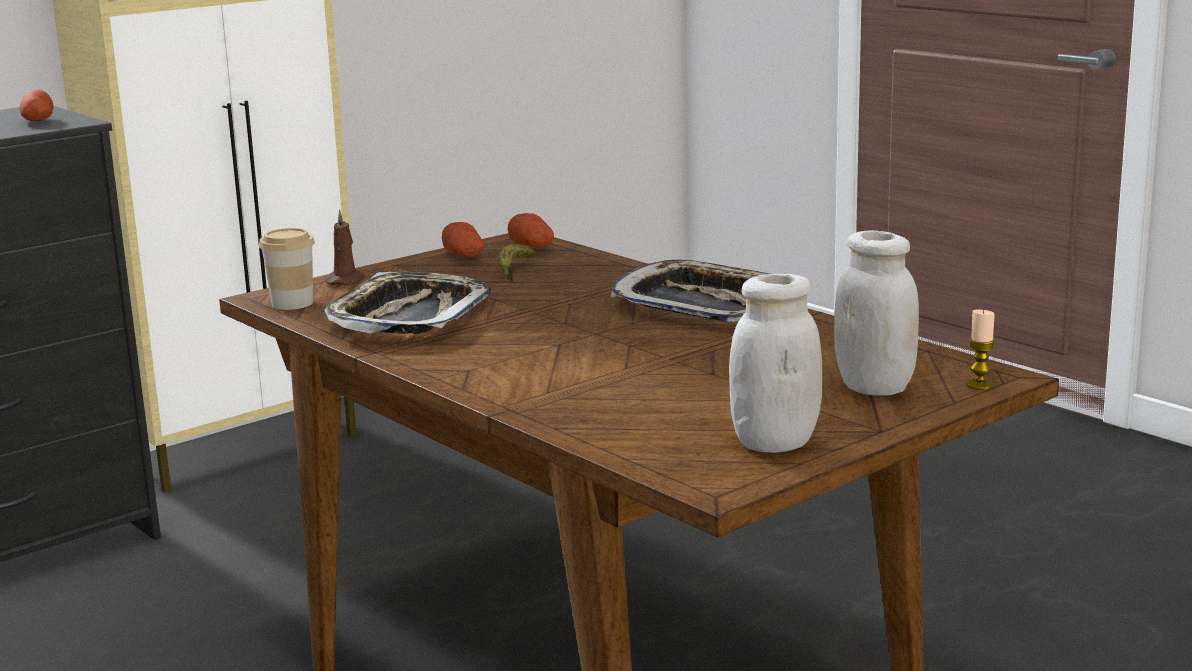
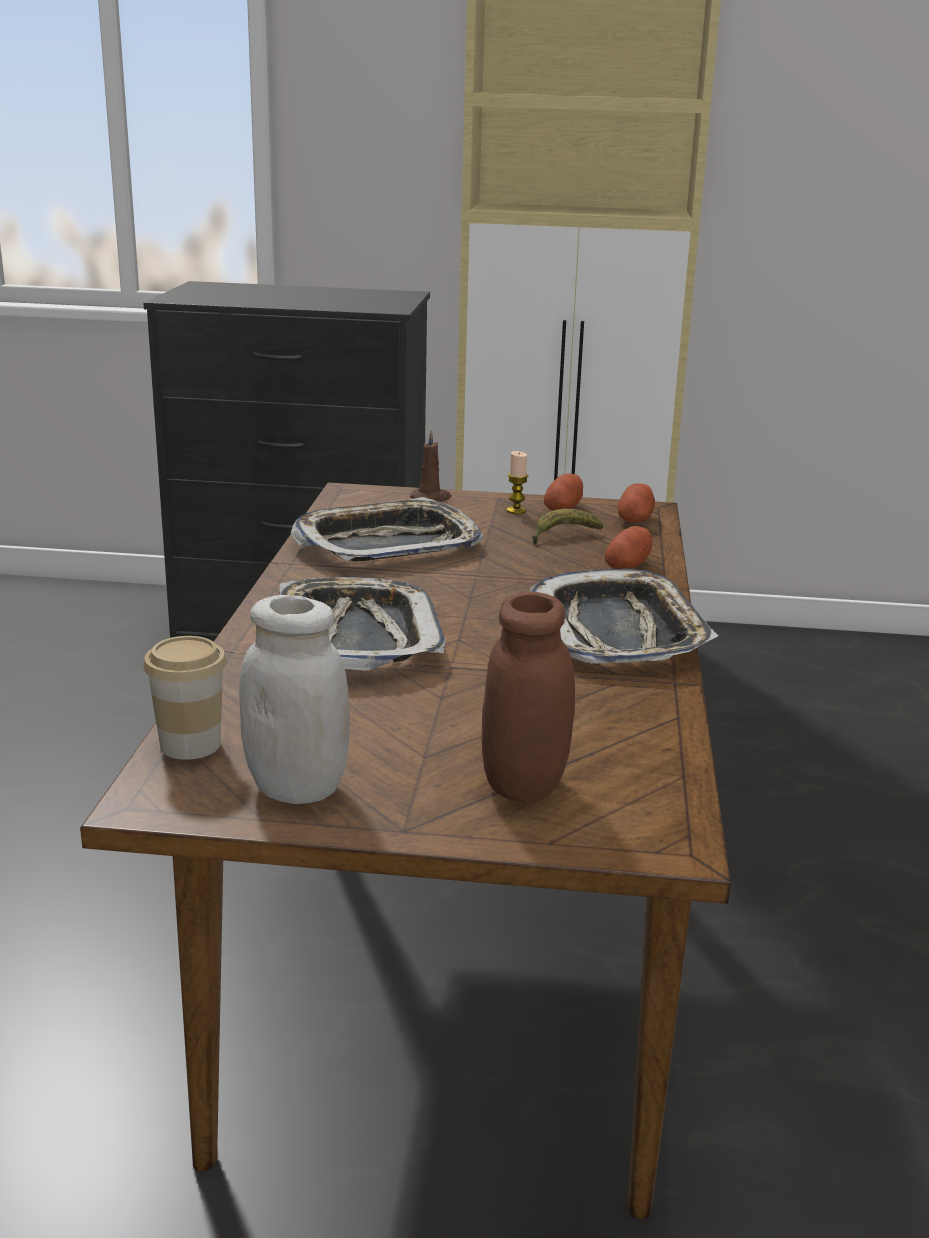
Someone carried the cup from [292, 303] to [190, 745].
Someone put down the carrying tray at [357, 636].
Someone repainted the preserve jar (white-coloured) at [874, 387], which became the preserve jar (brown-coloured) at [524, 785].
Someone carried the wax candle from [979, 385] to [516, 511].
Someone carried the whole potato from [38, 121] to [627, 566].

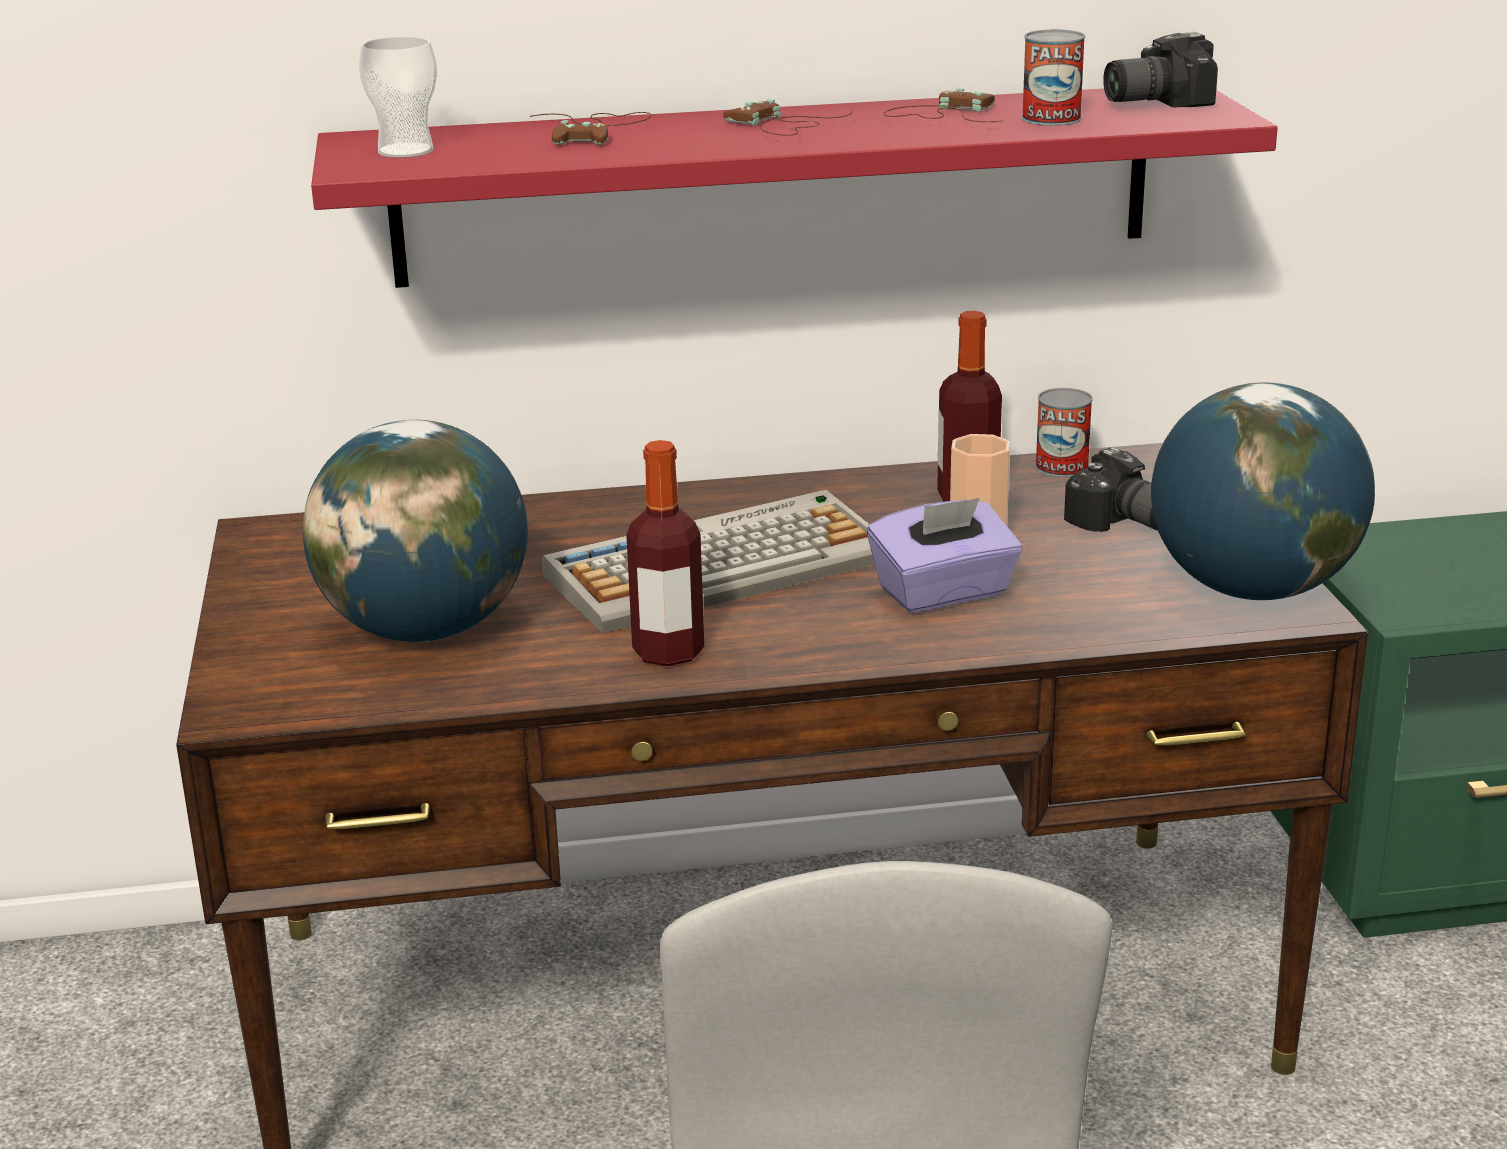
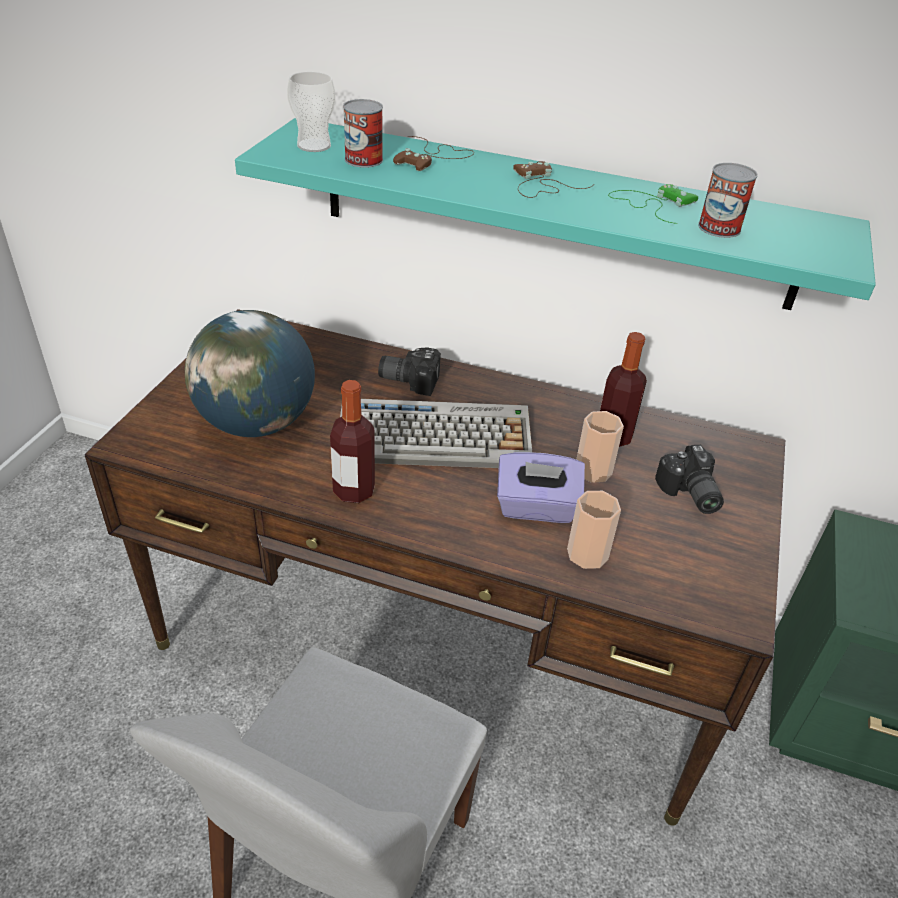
Someone repainted the shelf (red-coloured) at [775, 184], which became the shelf (blue-green) at [554, 213].
Someone carried the sealed can from [1061, 466] to [363, 160].
Someone carried the photo camera from [1151, 101] to [410, 379].
Someone put down the cup at [587, 554].
Someone repainted the gamepad (brown-coloured) at [943, 116], which became the gamepad (green) at [652, 204].
Someone took away the world globe at [1252, 590].

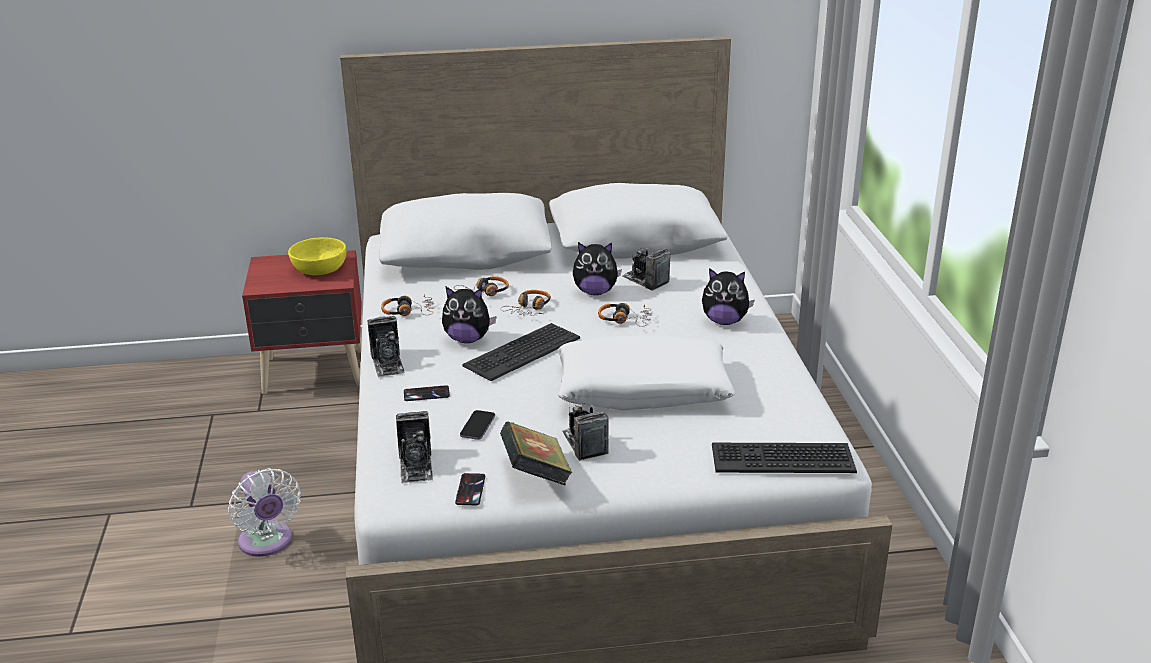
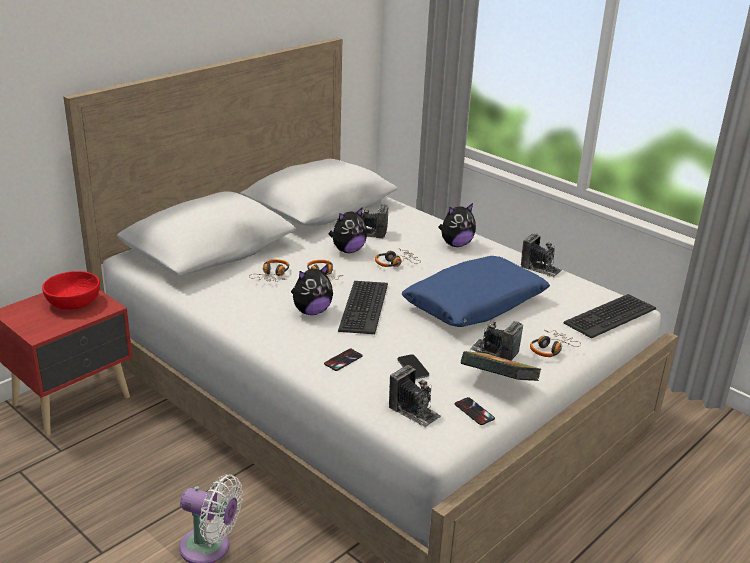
Someone repainted the serving bowl (yellow-coloured) at [319, 269], which became the serving bowl (red-coloured) at [73, 302].
Someone repainted the throw pillow (white-coloured) at [643, 389], which became the throw pillow (blue) at [475, 304].
Someone carried the photo camera from [387, 363] to [540, 268].
Someone carried the headphones from [408, 311] to [551, 349].

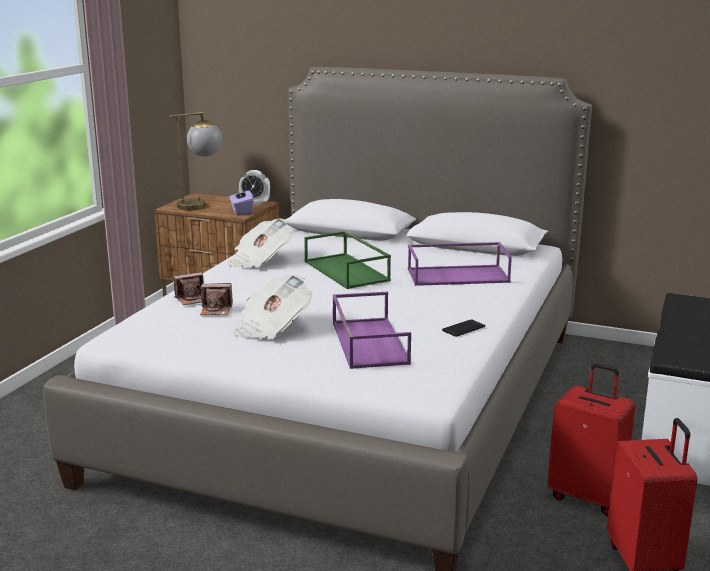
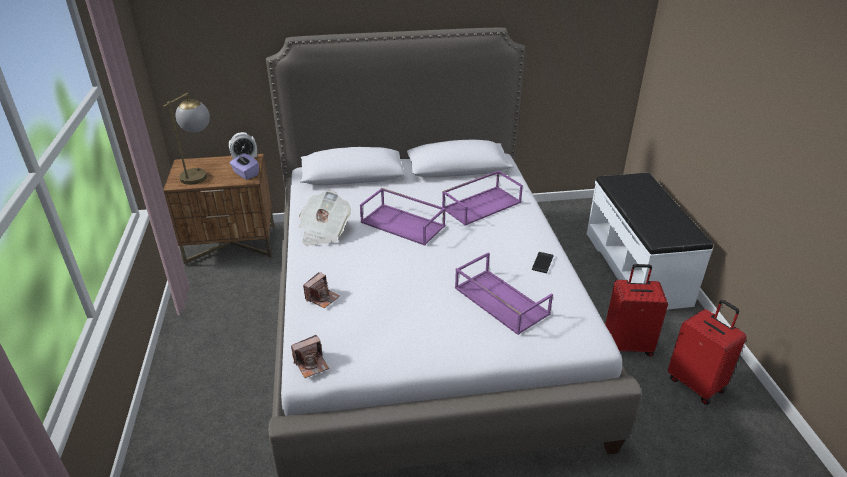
Someone carried the photo camera from [216, 310] to [311, 364].
Someone repainted the carrying tray (green) at [347, 271], which became the carrying tray (purple-coloured) at [404, 224].
Someone took away the printed paper at [271, 328].

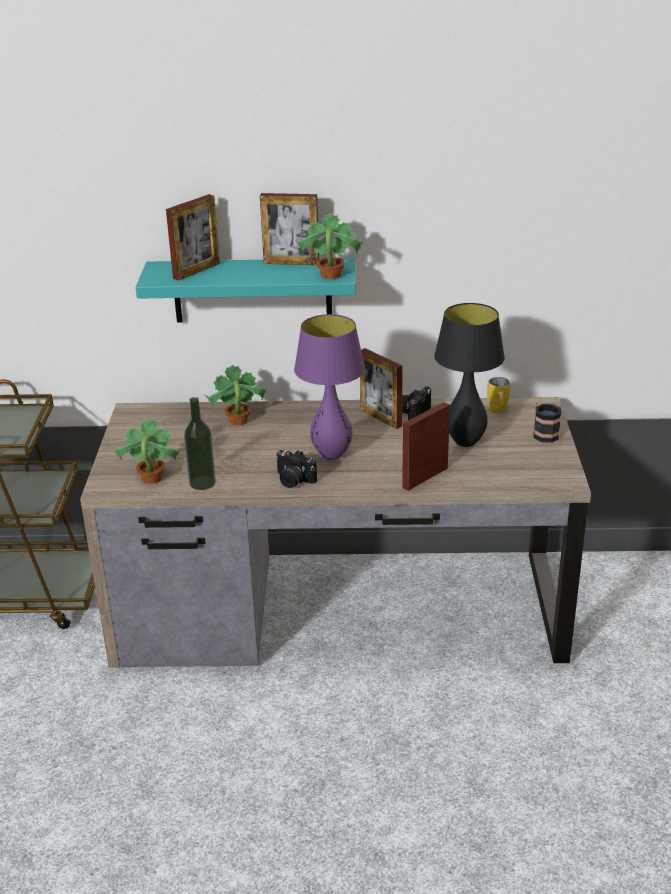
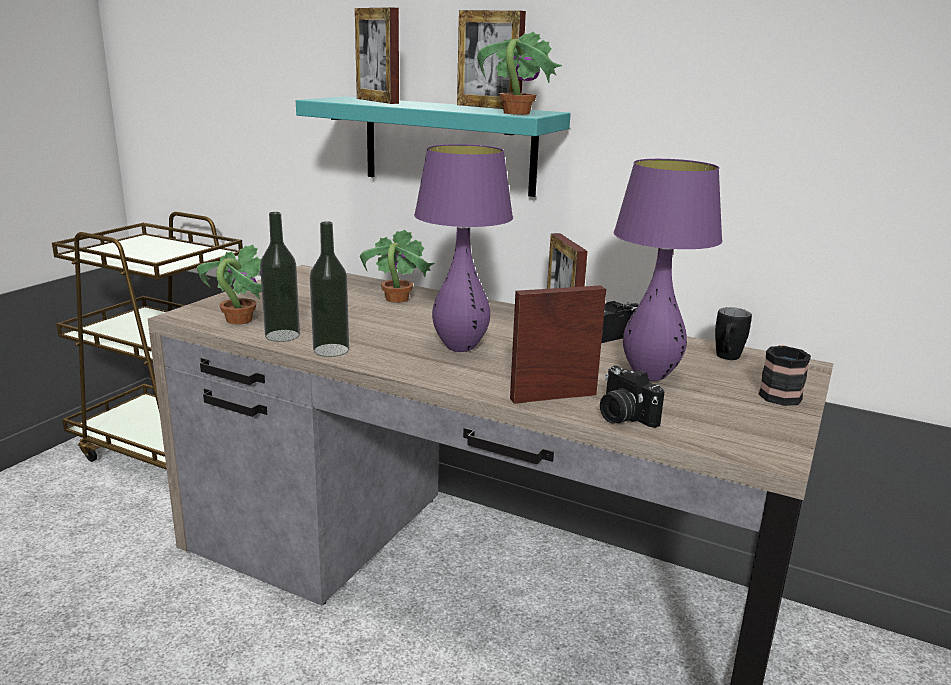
Someone put down the bottle at [331, 350].
Someone rotated the standing frame at [196, 271] by 75 degrees clockwise.
Someone carried the photo camera from [293, 480] to [623, 416].
Someone repainted the tabletop lamp (blackish) at [465, 442], which became the tabletop lamp (purple-coloured) at [650, 375].
Someone repainted the coffee mug (yellow-coloured) at [498, 412], which became the coffee mug (blackish) at [726, 358].

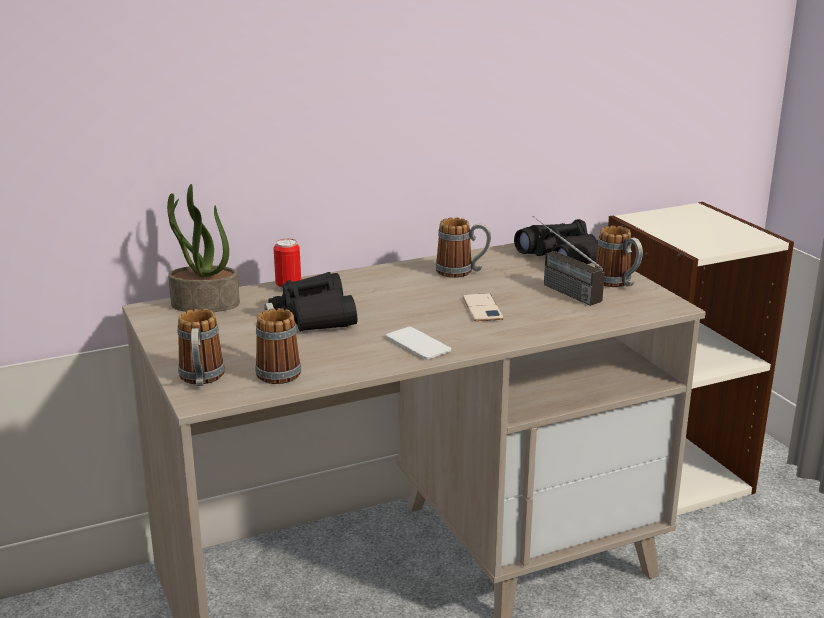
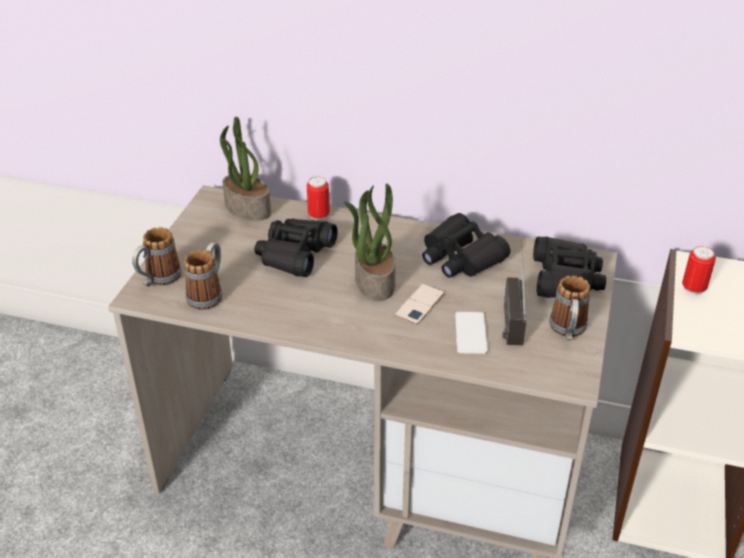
Someone put down the plant in a pot at [373, 281].
Someone swapped the coffee mug at [462, 272] for the binoculars (blackish) at [460, 257].
Someone carried the telephone from [418, 344] to [470, 333].
Someone put down the sealed can at [693, 288].

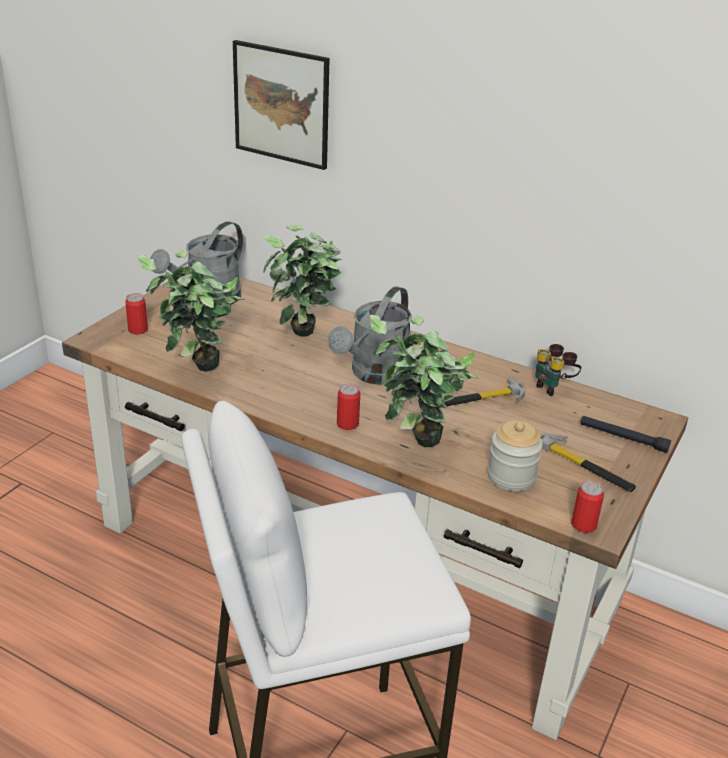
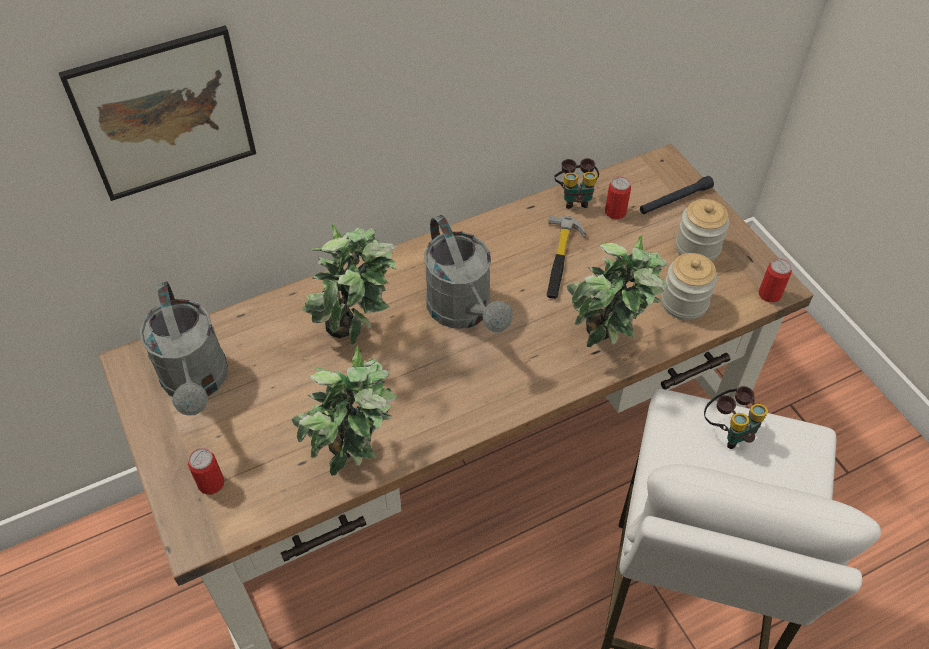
Someone carried the sealed can from [347, 424] to [615, 212].
Someone swapped the hand hammer at [583, 466] for the preserve jar at [697, 248].
Someone put down the binoculars at [729, 430].

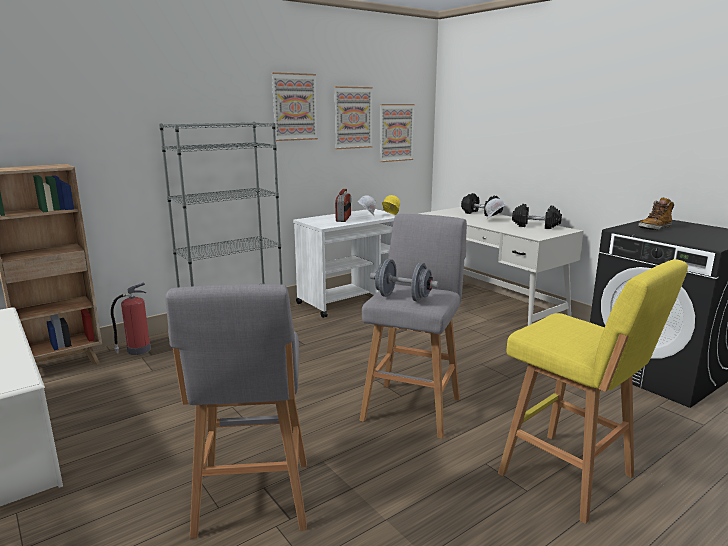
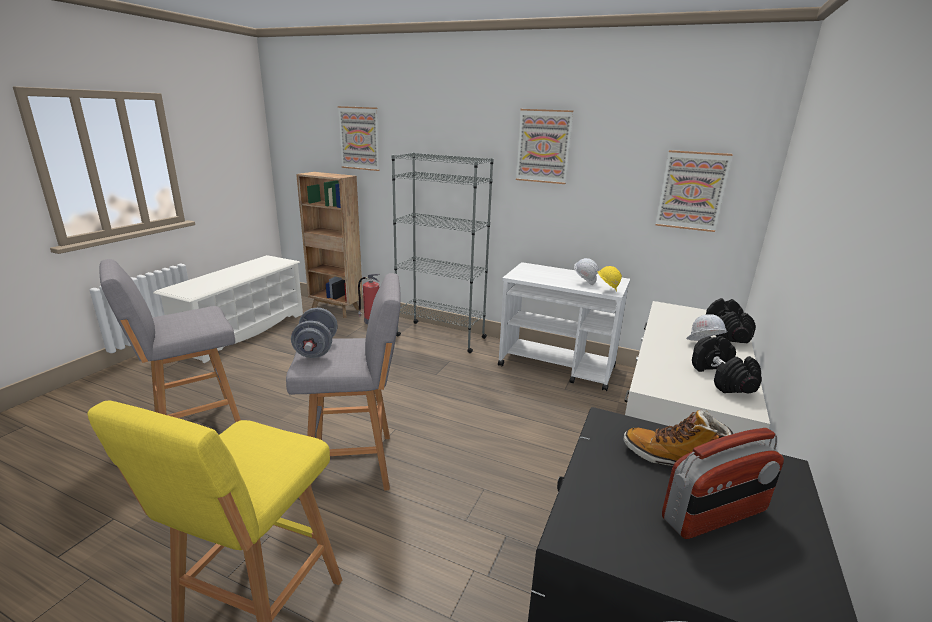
Someone carried the wall art from [352, 118] to [359, 138].
Someone carried the radio receiver from [343, 218] to [715, 515].

